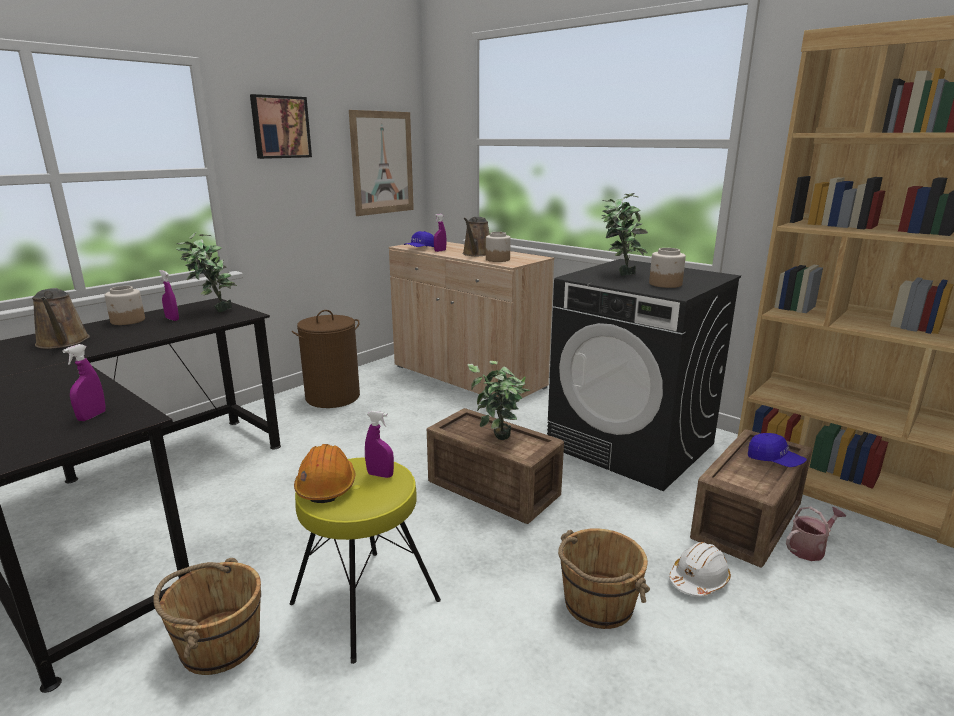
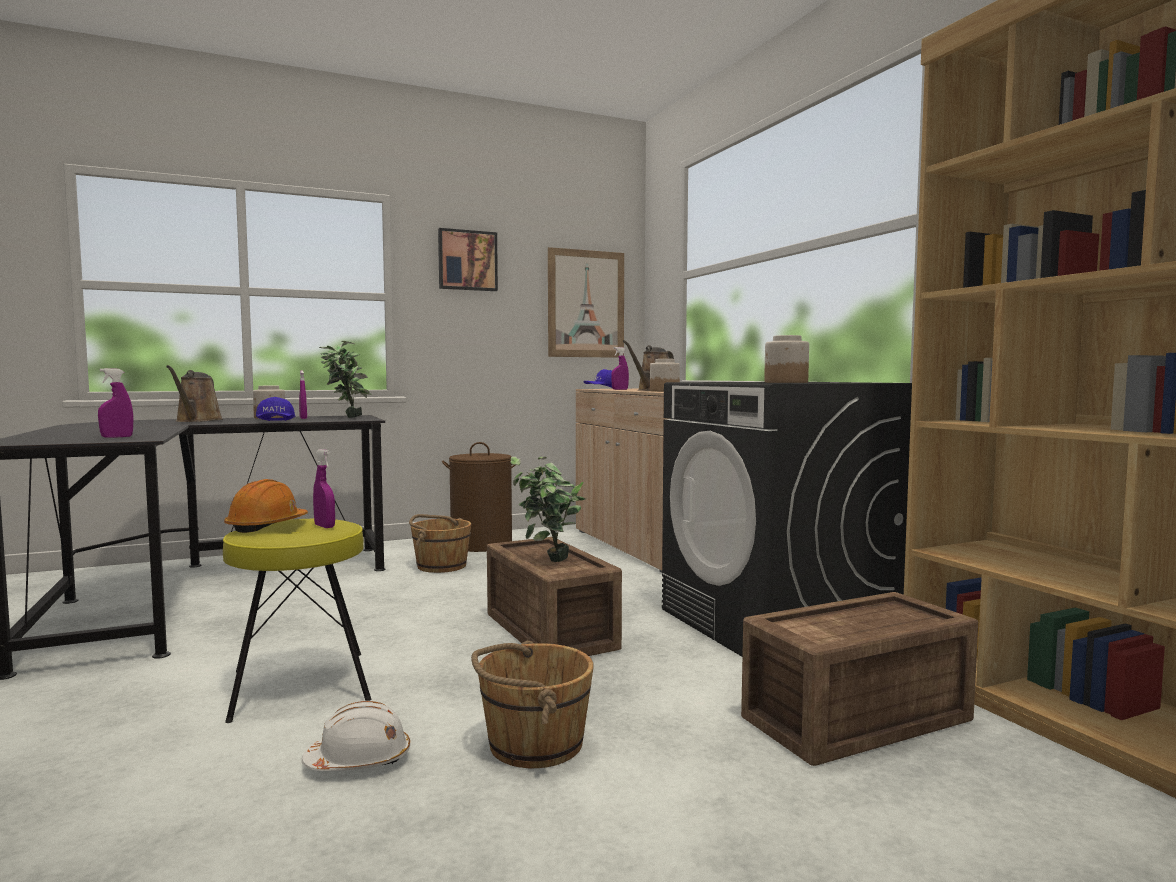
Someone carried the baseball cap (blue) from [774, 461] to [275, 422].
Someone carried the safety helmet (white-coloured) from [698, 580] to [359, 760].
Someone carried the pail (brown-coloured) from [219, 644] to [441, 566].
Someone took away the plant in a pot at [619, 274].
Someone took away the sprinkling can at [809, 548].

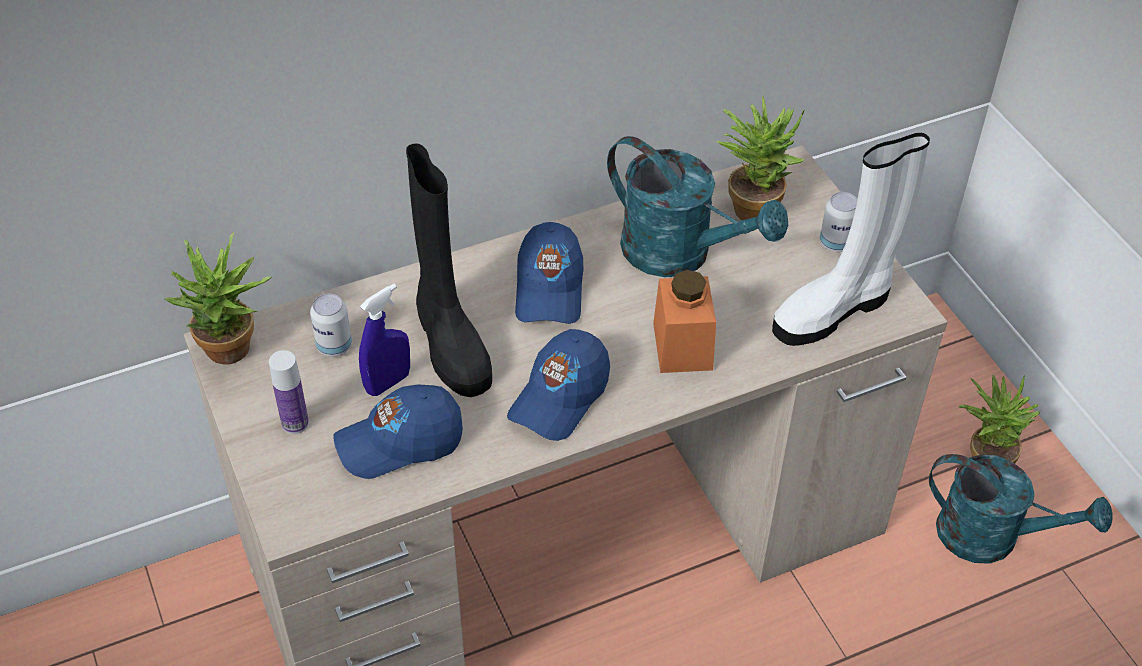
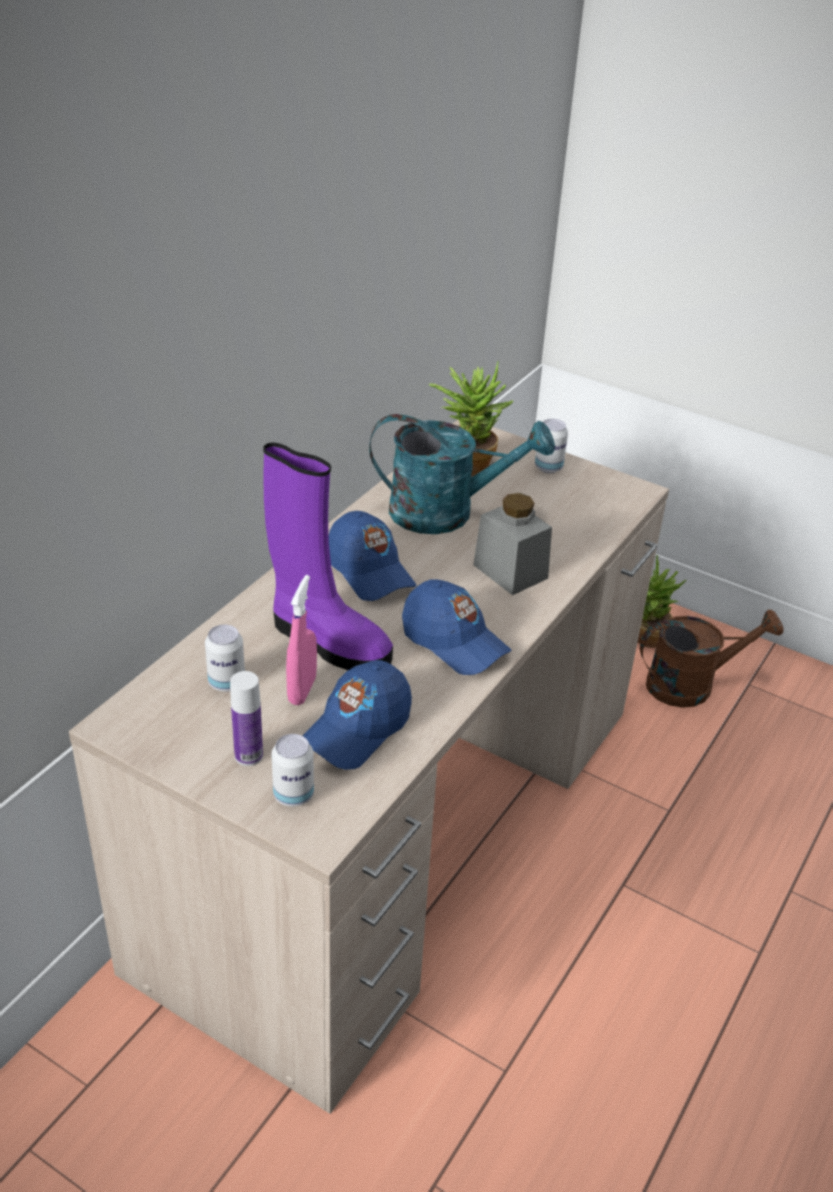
Someone repainted the tall boot (blackish) at [450, 344], which became the tall boot (purple-coloured) at [327, 641].
Someone put down the sealed can at [293, 795].
Someone repainted the sprayer (blue) at [388, 383], which became the sprayer (pink-coloured) at [302, 690].
Someone rotated the baseball cap (blue) at [560, 397] by 45 degrees counterclockwise.
Someone repainted the preserve jar (orangey) at [682, 346], which became the preserve jar (gray) at [510, 571].
Someone repainted the sprinkling can (blue-green) at [992, 537], which became the sprinkling can (brown-coloured) at [691, 684].
Someone took away the plant in a pot at [233, 354].
Someone took away the tall boot (white-coloured) at [834, 310].

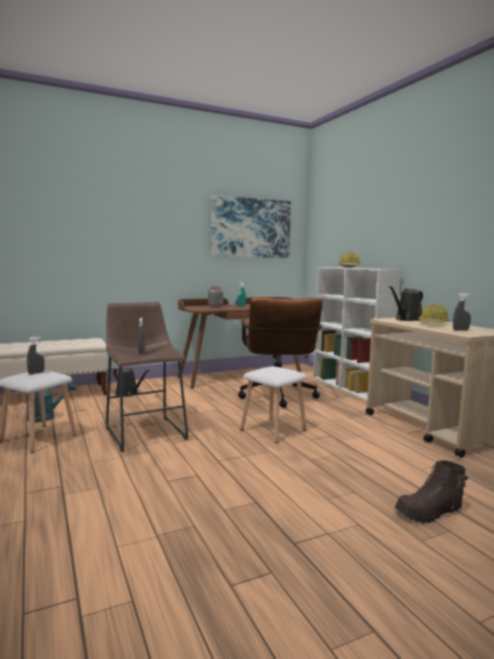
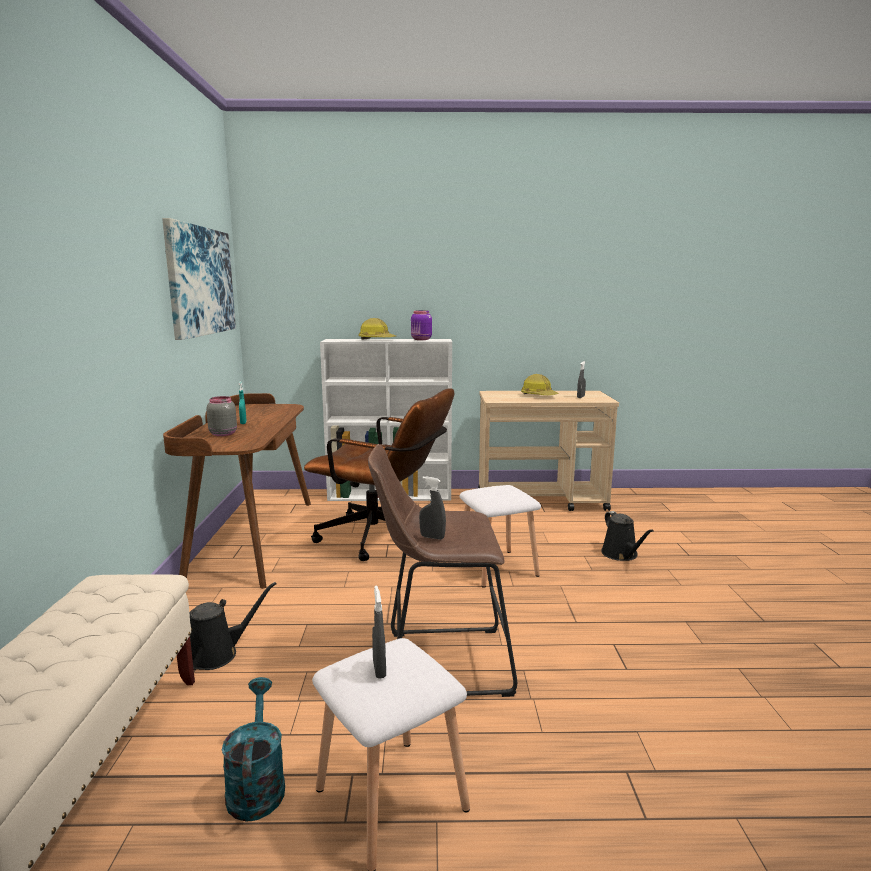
Someone put down the preserve jar (purple-coloured) at [421, 339].
Someone carried the sprinkling can (blackish) from [407, 319] to [621, 555].
Someone took away the tall boot (brown-coloured) at [429, 513].

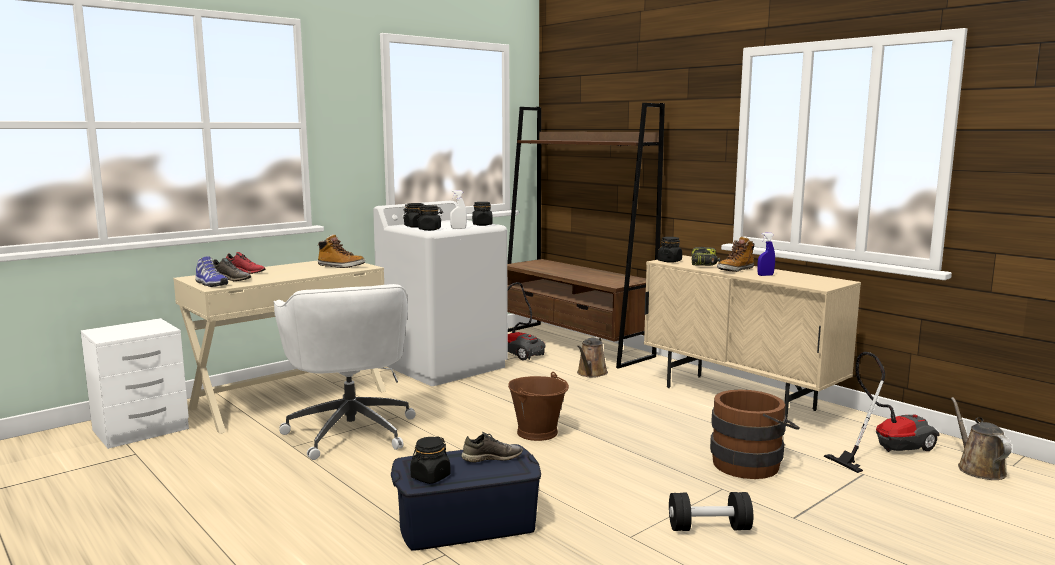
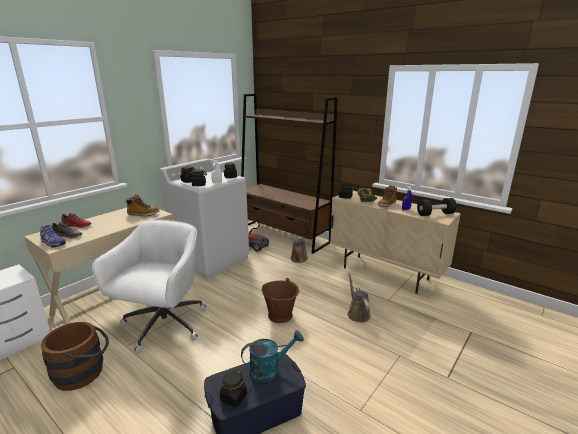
Someone carried the pail (brown-coloured) from [751, 463] to [84, 371].
Someone rotated the desk chair (white-coloured) at [351, 430] by 135 degrees counterclockwise.
Someone swapped the item of footwear (gray) at [492, 458] for the sprinkling can (blue-green) at [269, 369].
Someone carried the sprinkling can (brown-coloured) from [978, 468] to [357, 313].
Someone carried the free weight (blackish) from [709, 528] to [435, 214].
Someone took away the hoover at [886, 449].

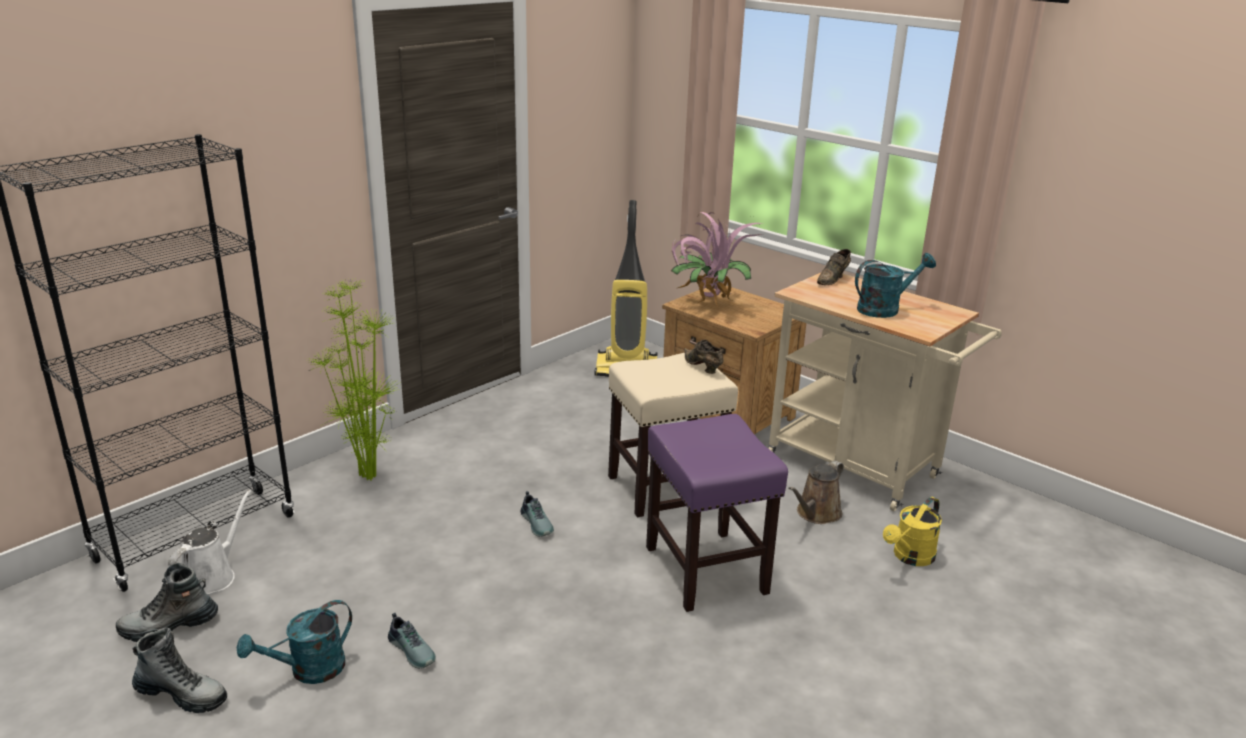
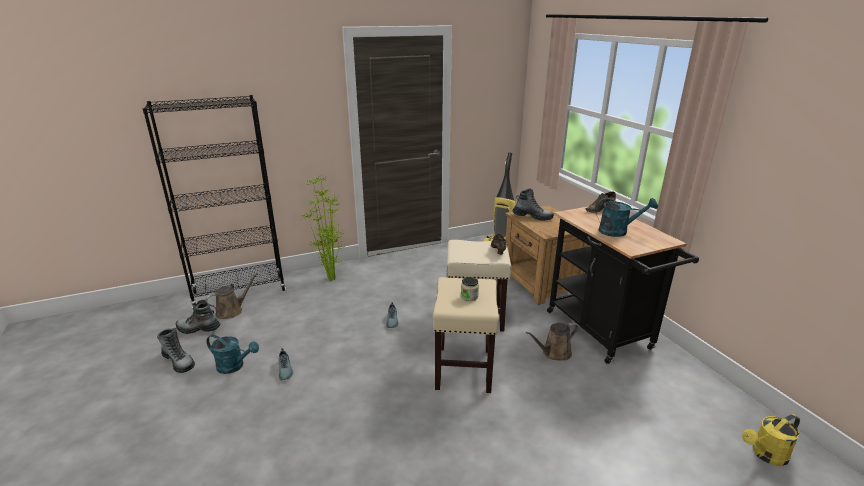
Someone repainted the sprinkling can (white-coloured) at [212, 577], which became the sprinkling can (brown-coloured) at [231, 311].
Someone rotated the sprinkling can (blue-green) at [308, 671] by 150 degrees counterclockwise.
Someone repainted the stool seat (purple-coloured) at [707, 570], which became the stool seat (beige-coloured) at [464, 369].
Someone put down the preserve jar at [469, 296].
Someone swapped the plant in a pot at [709, 305] for the tall boot at [532, 217].
Someone repainted the cart (beige-coloured) at [861, 470], which became the cart (blackish) at [603, 333].
Someone carried the sprinkling can (yellow-coloured) from [910, 557] to [765, 455].

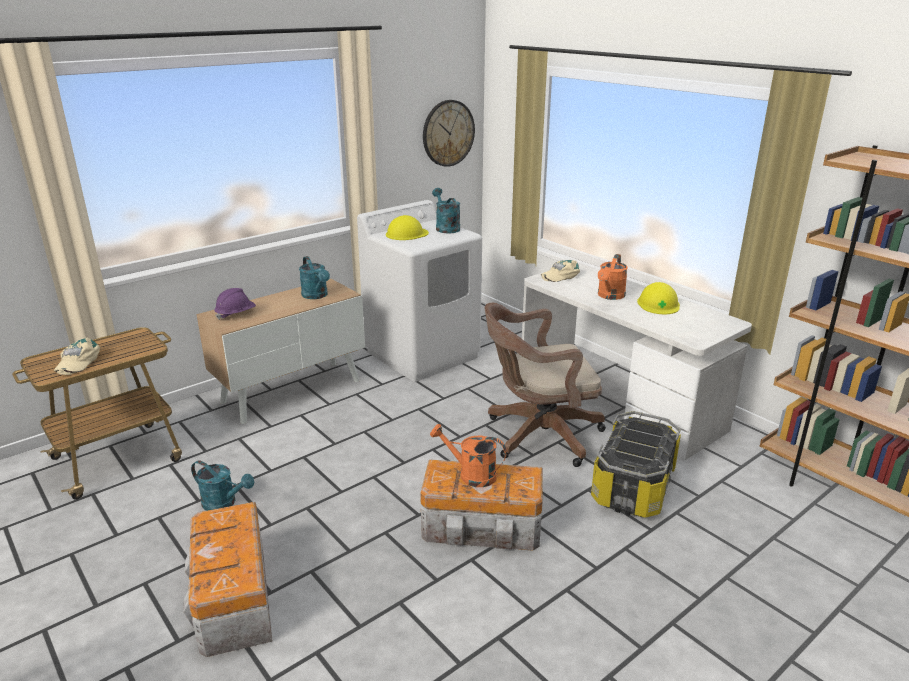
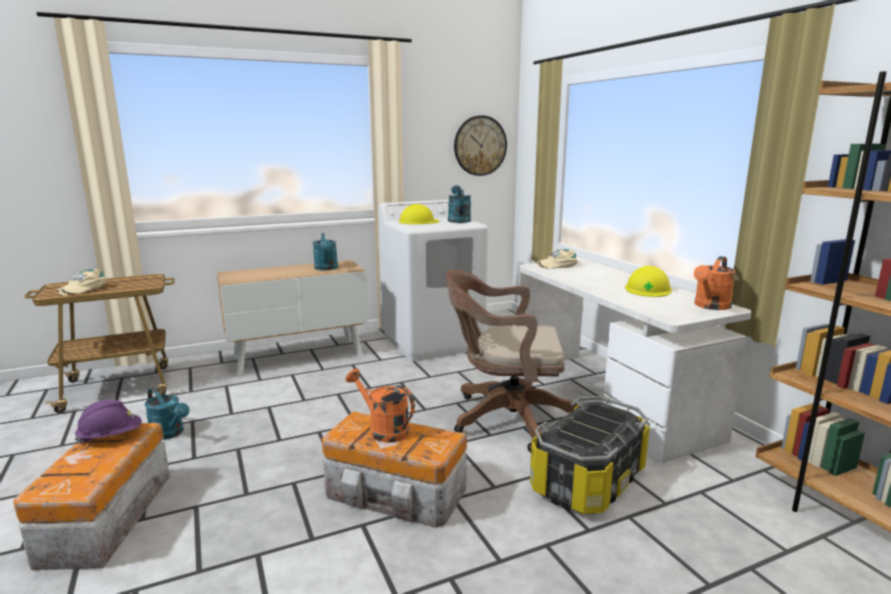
Someone carried the safety helmet (purple-coloured) from [236, 314] to [111, 437].
Someone carried the sprinkling can (orangey) from [610, 296] to [710, 306].

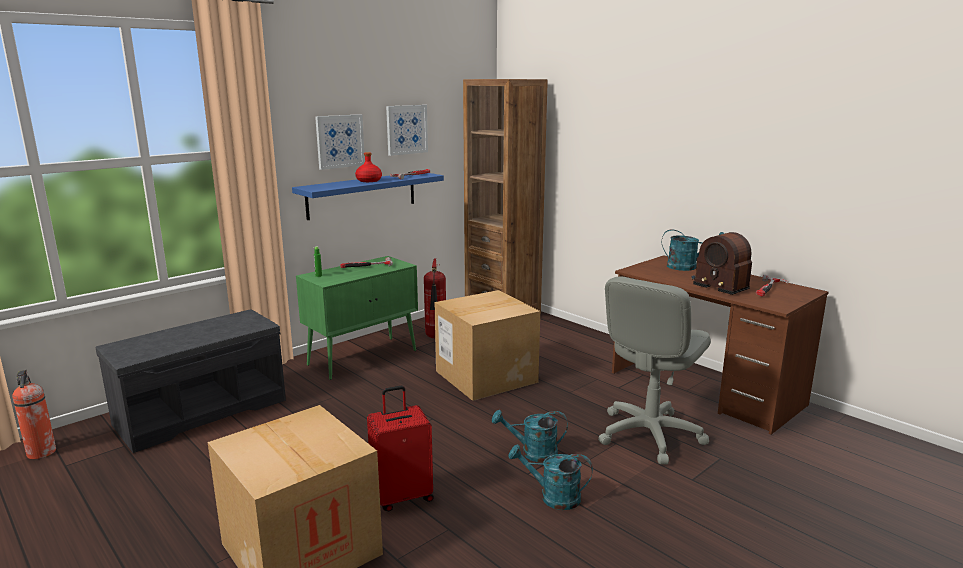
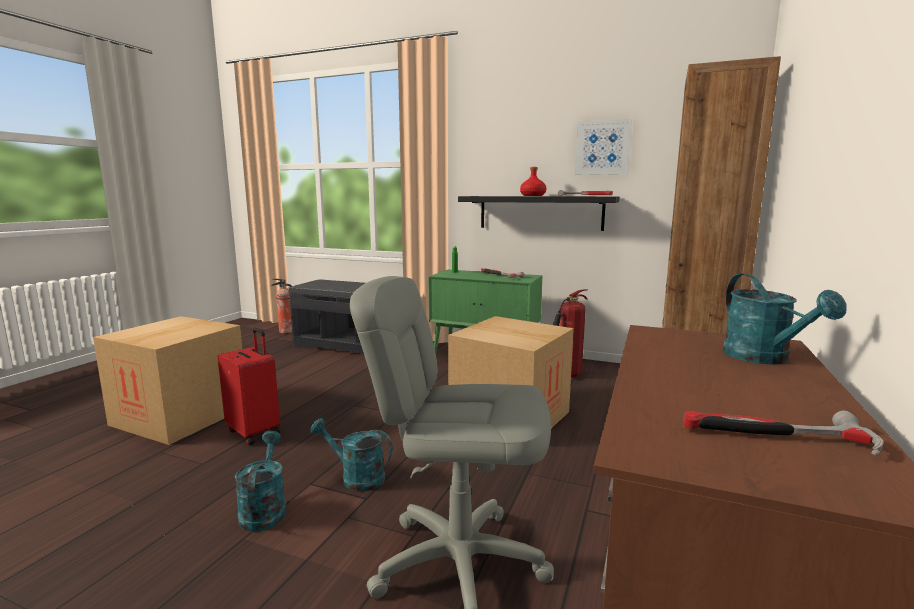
Someone rotated the sprinkling can (blue-green) at [532, 453] by 45 degrees counterclockwise.
Someone repainted the shelf (blue) at [362, 195], which became the shelf (blackish) at [540, 212].
Someone took away the wall art at [340, 141].
Someone took away the radio receiver at [720, 283].

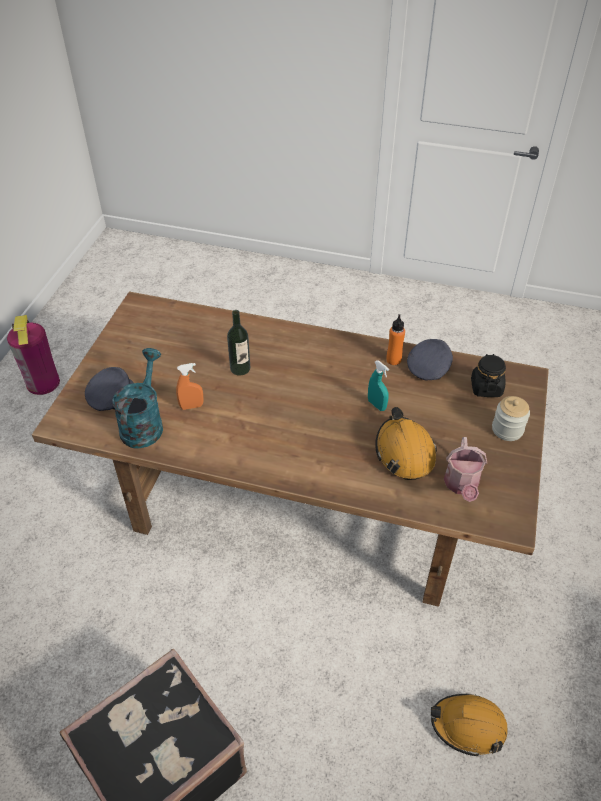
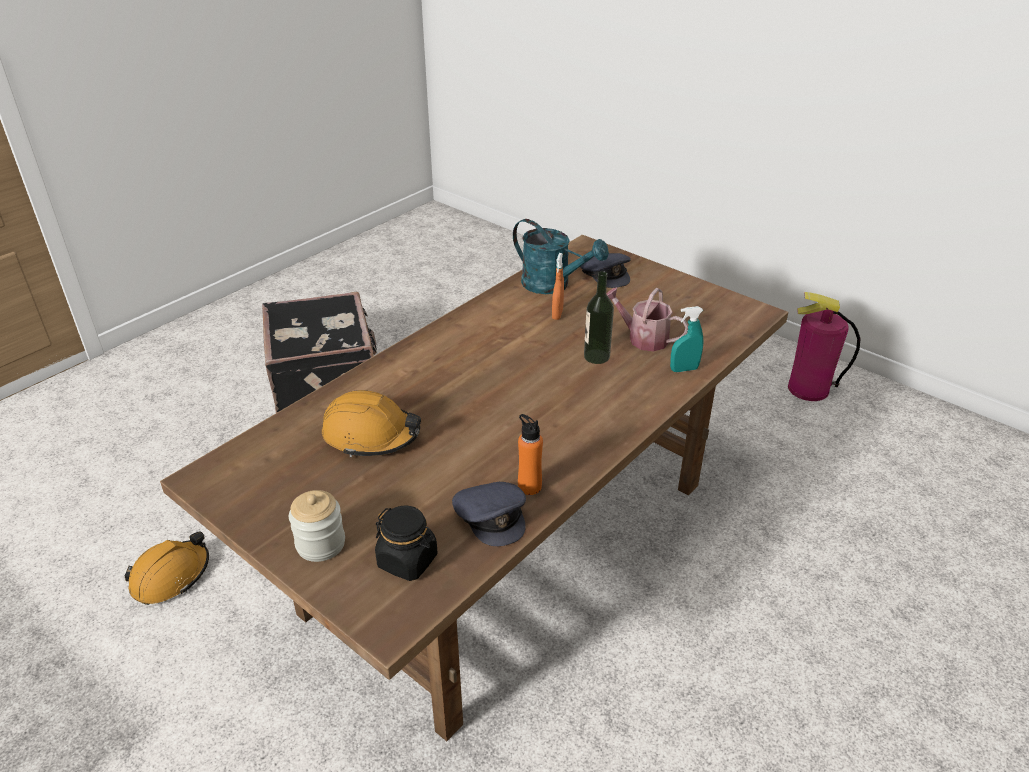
Someone carried the sprinkling can from [461, 485] to [642, 338].
Someone carried the sprayer (blue-green) from [376, 405] to [684, 369].

